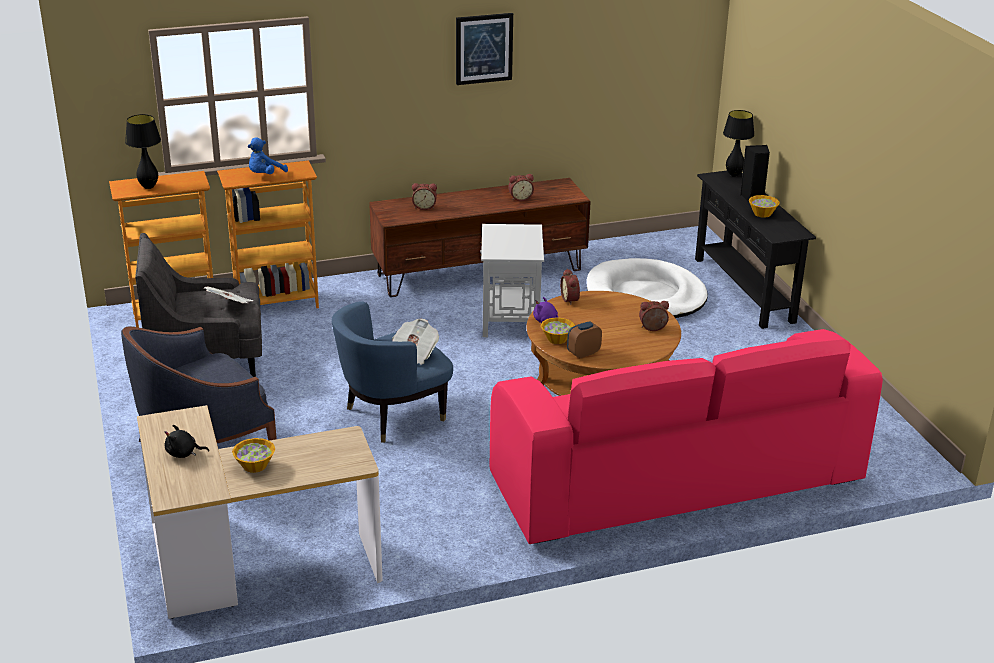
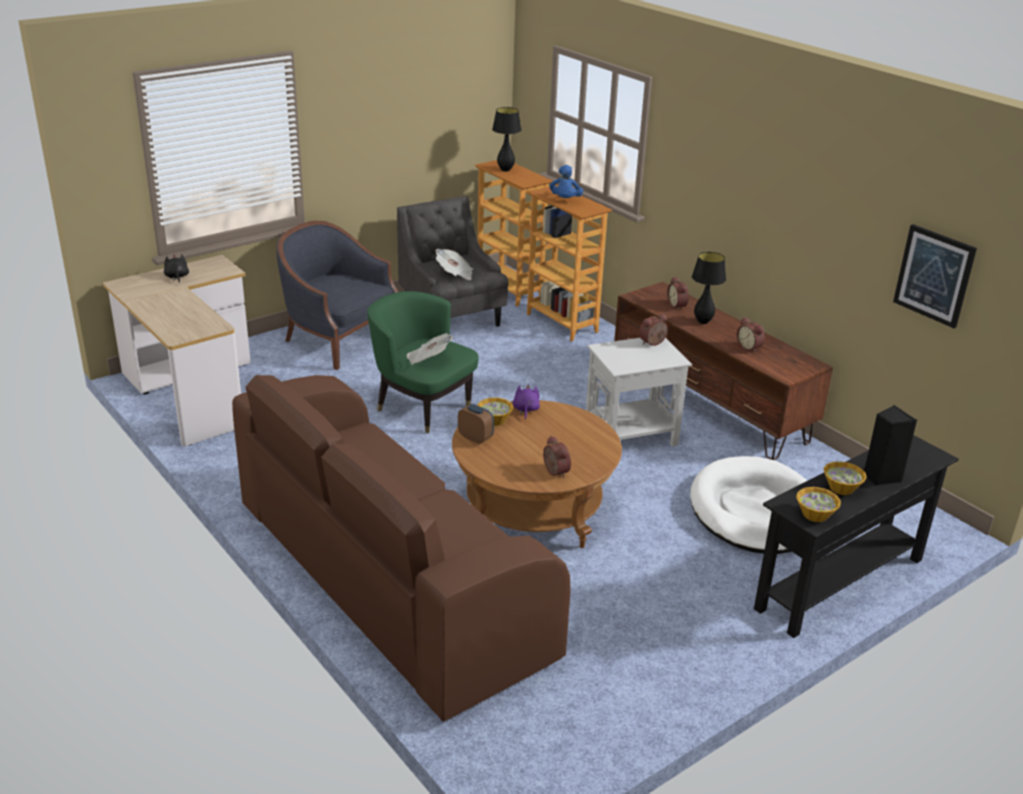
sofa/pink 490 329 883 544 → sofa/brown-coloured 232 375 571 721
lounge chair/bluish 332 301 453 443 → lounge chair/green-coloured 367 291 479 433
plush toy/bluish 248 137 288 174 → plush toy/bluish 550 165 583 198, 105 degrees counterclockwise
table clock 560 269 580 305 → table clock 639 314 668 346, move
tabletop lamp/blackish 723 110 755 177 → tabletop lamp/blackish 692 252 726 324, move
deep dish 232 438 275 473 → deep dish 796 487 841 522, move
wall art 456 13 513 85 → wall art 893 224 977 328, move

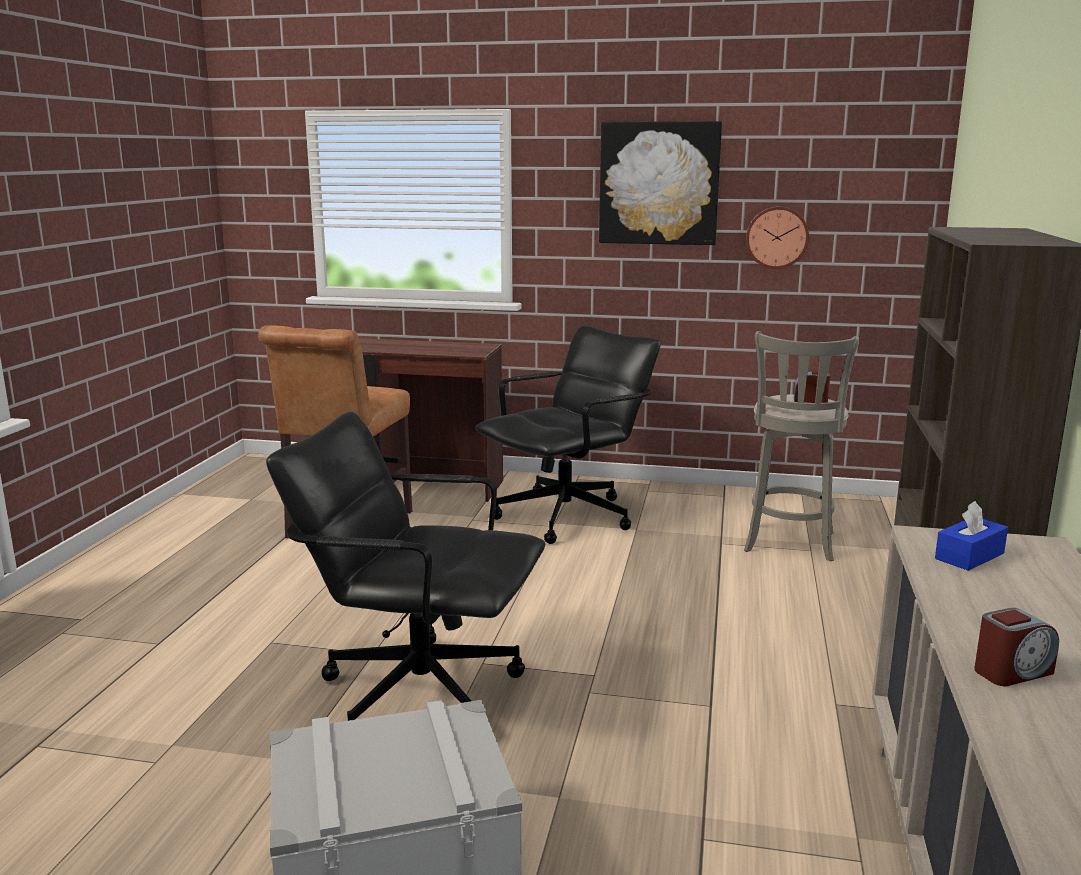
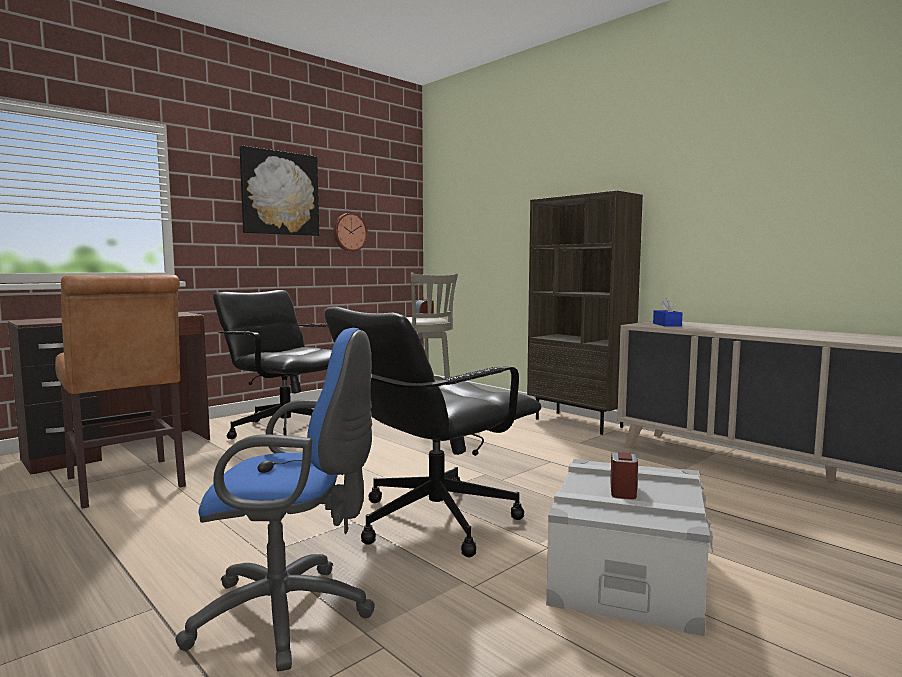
- → office chair/bluish 176 328 375 671
office chair/blackish 476 325 661 544 → office chair/blackish 213 290 332 439, 45 degrees counterclockwise
table clock 974 608 1059 686 → table clock 610 452 638 499, move

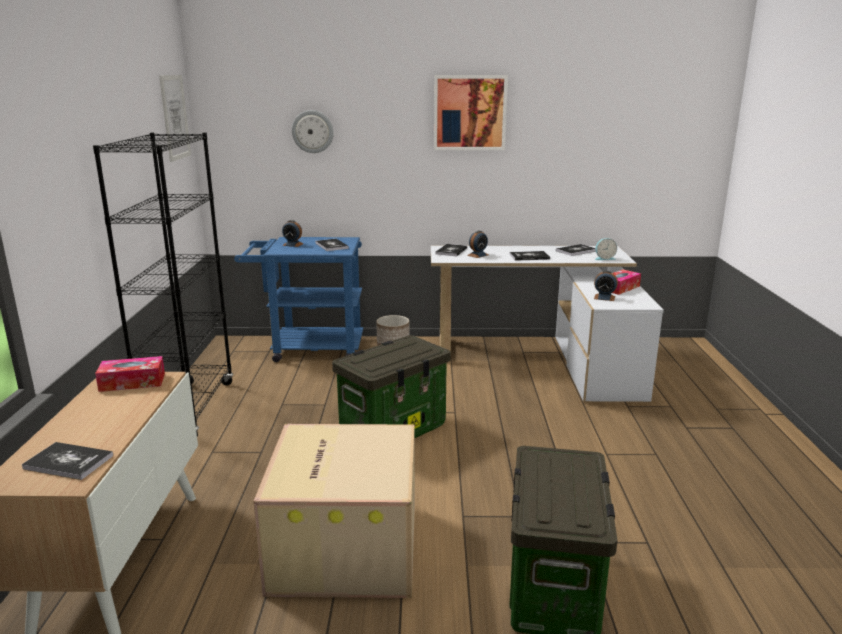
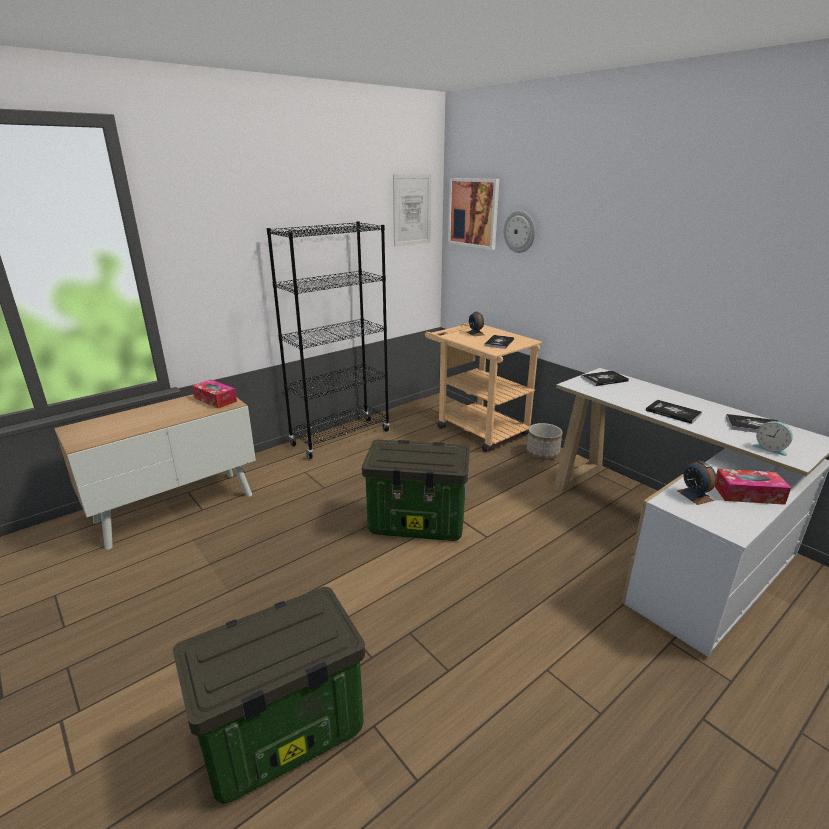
trolley/bluish 234 237 364 362 → trolley/sand-coloured 425 323 542 452
wall art 434 75 508 150 → wall art 448 178 499 250, move
bound book 21 442 113 480 → -
carton 253 424 415 598 → -
table clock 467 231 488 258 → -

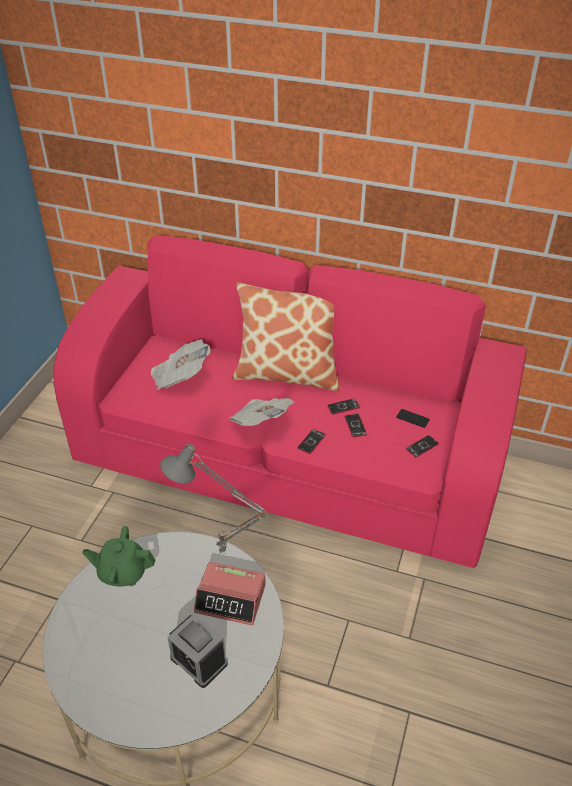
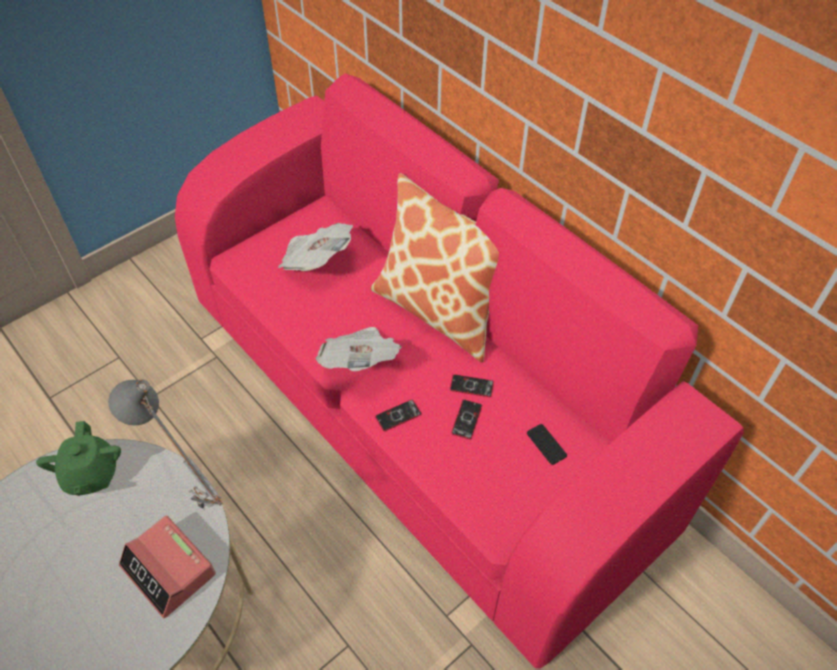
teapot/green-coloured 82 526 155 587 → teapot/green-coloured 36 421 121 496, 135 degrees counterclockwise
table clock 168 613 228 688 → -
telephone 406 435 439 457 → -

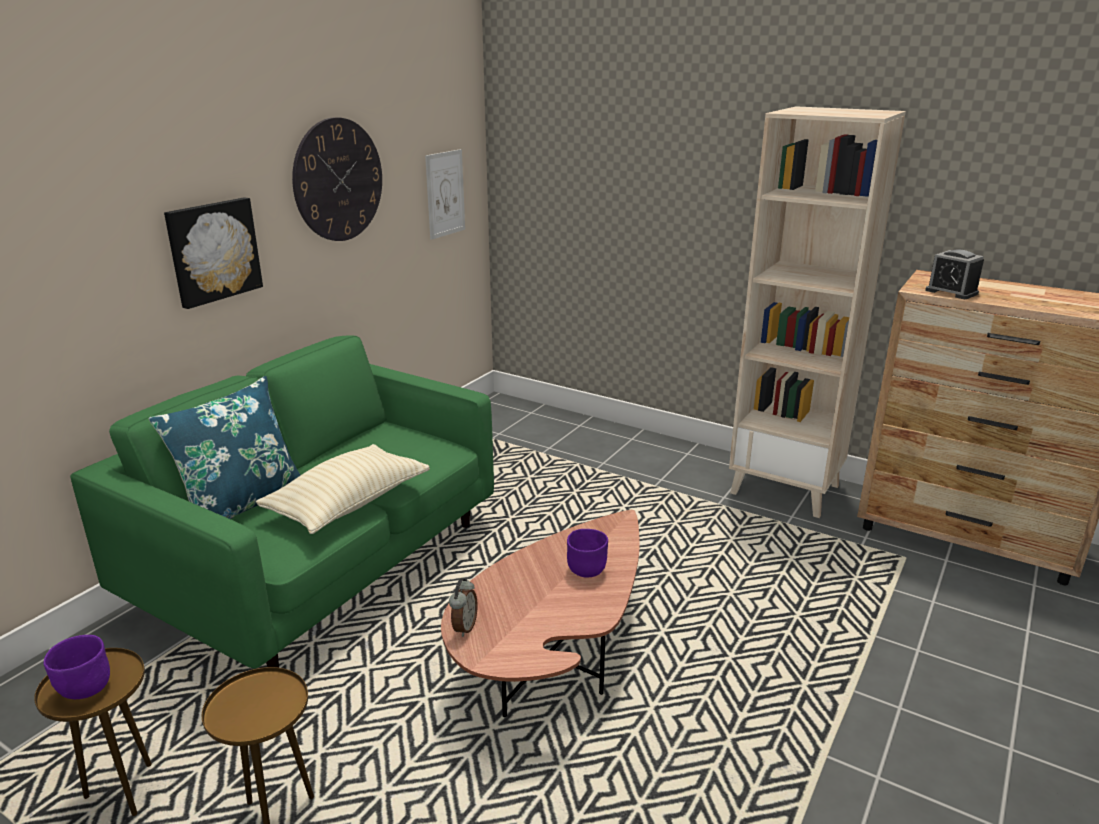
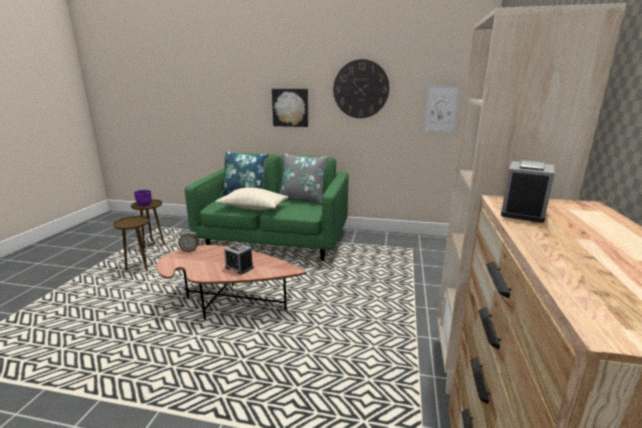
deep dish/purple-coloured 567 529 608 578 → table clock 224 243 254 274
- → pillow/gray 280 153 329 204

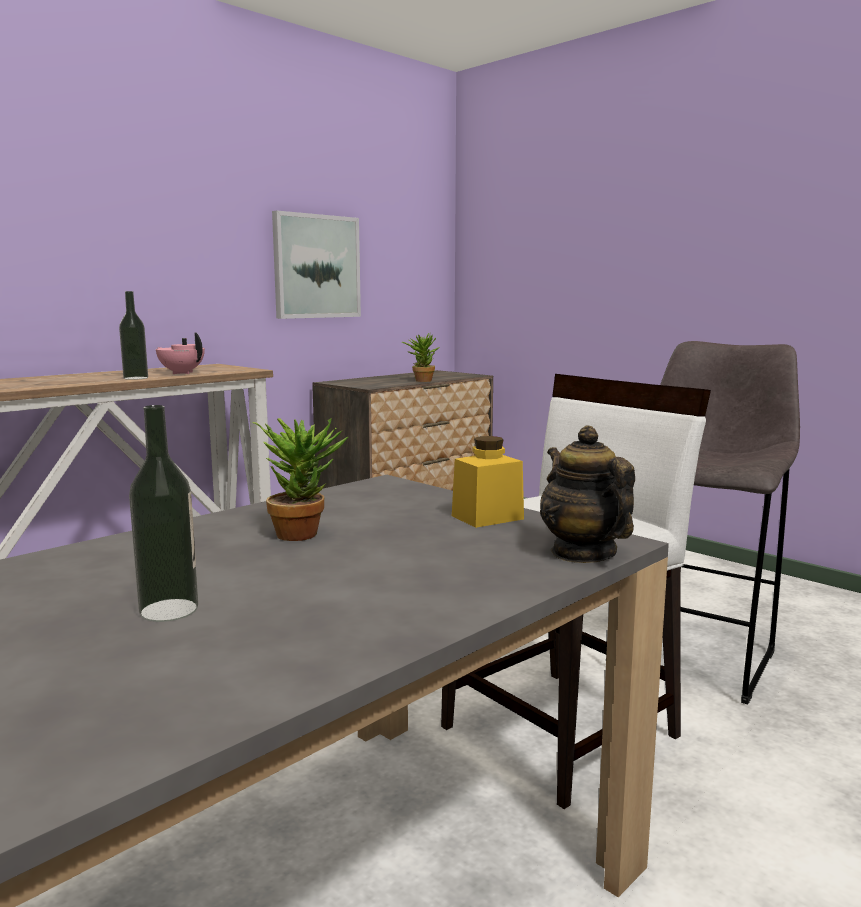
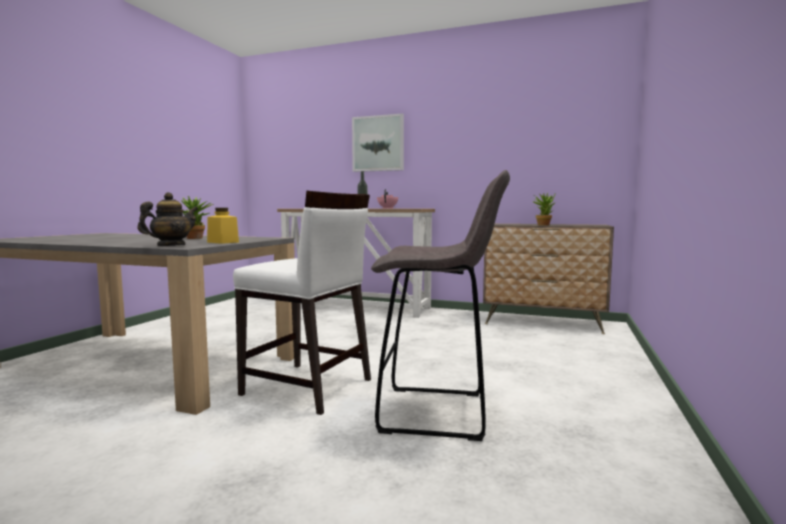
wall art 272 210 361 319 → wall art 352 114 404 172, move
bottle 129 405 198 622 → -

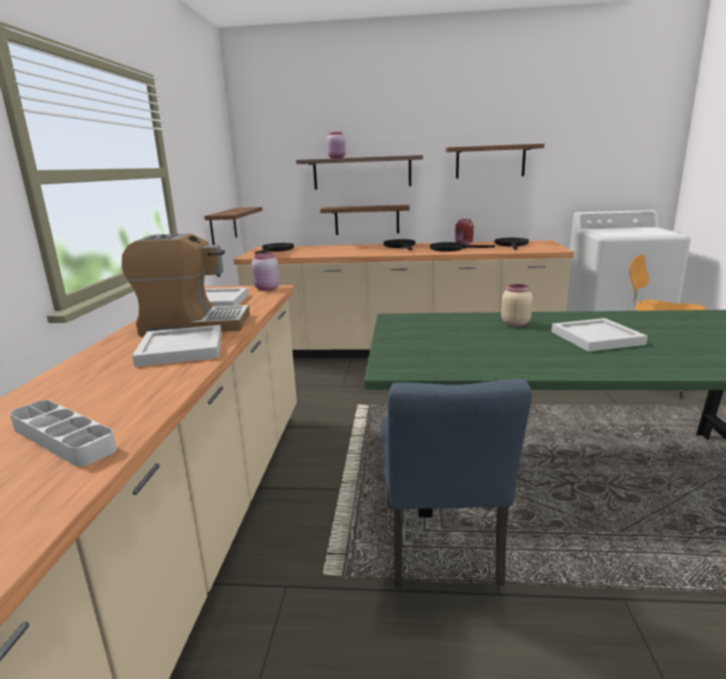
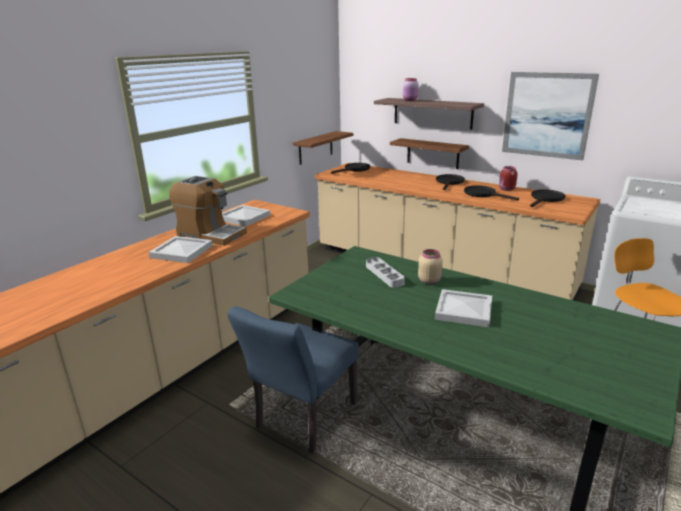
tray/gray 10 400 117 467 → tray/gray 366 257 405 288, move
shelf 445 144 544 179 → wall art 502 72 599 160
preserve jar/pink 252 252 280 291 → -

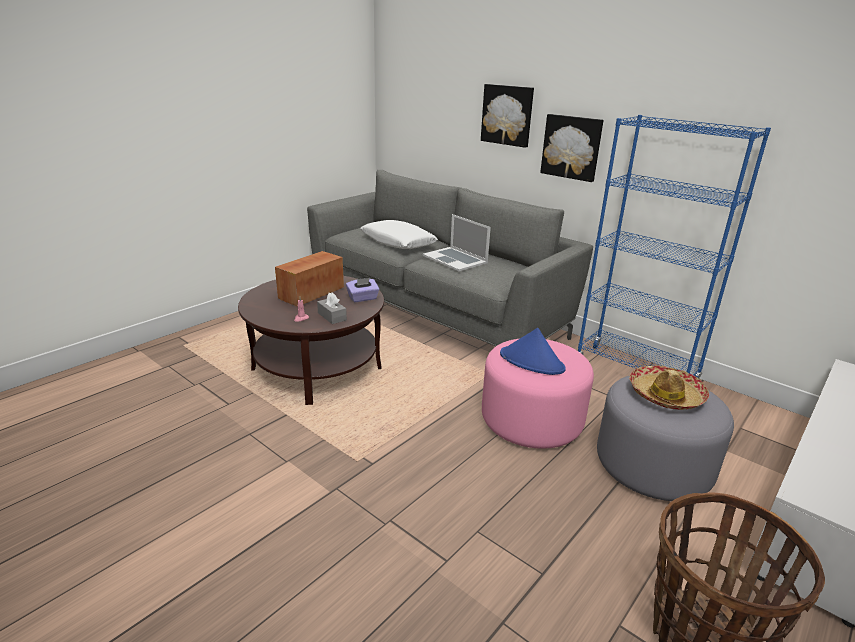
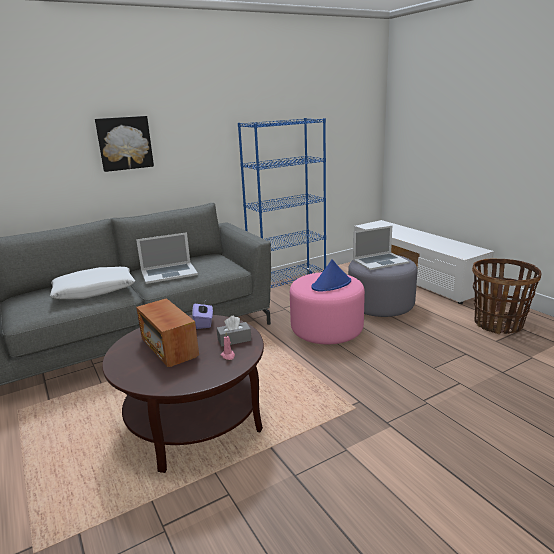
clothing hat 629 366 709 410 → portable computer 353 226 409 270
wall art 540 114 604 182 → -

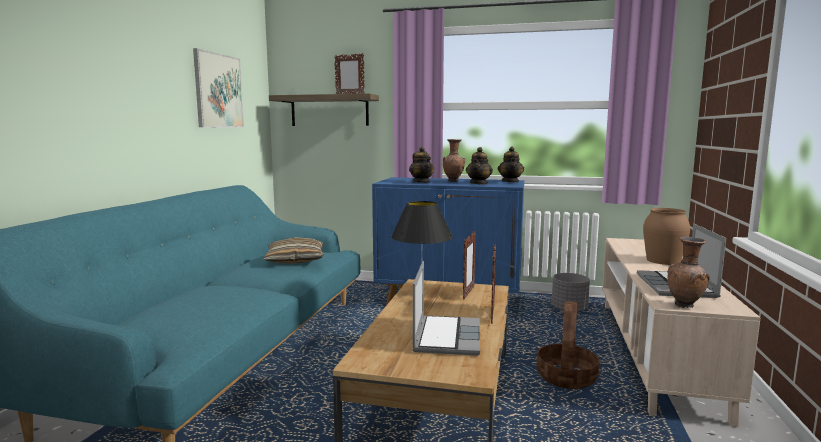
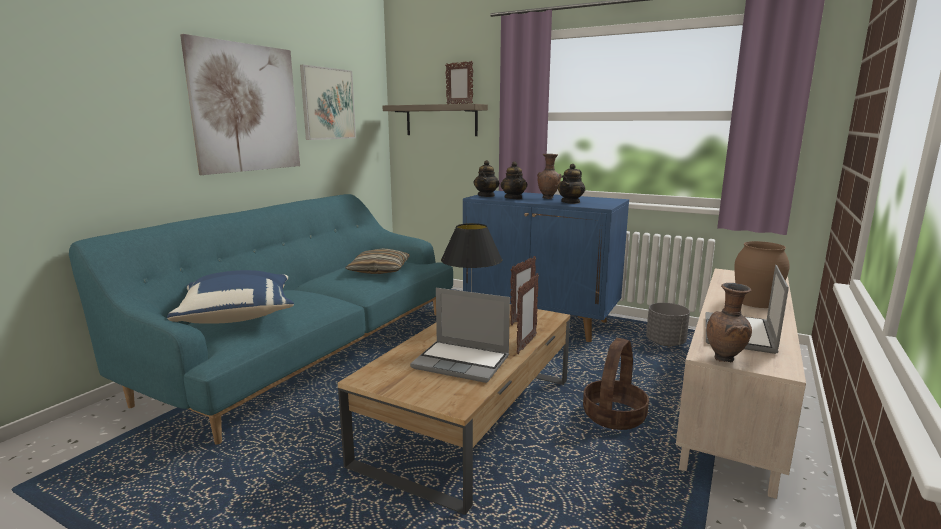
- → pillow/bluish 167 270 294 324
- → wall art 180 34 300 175
portable computer 412 261 480 356 → portable computer 410 288 510 383, 90 degrees clockwise
teapot 498 147 524 183 → teapot 473 160 499 197, move

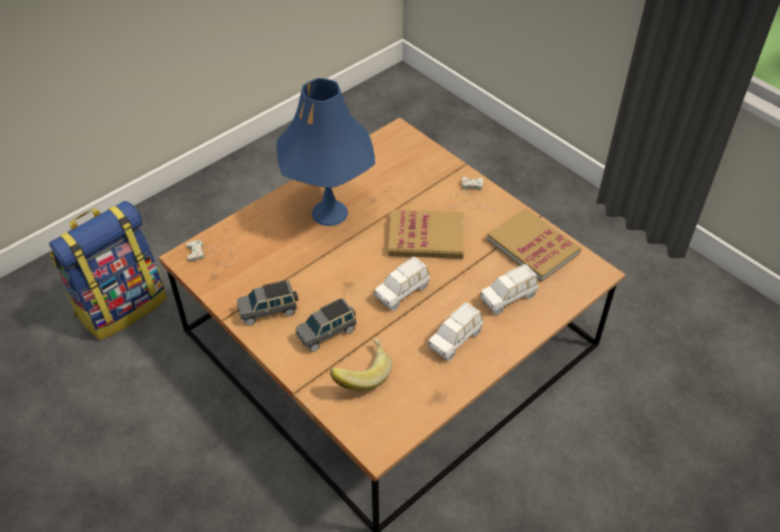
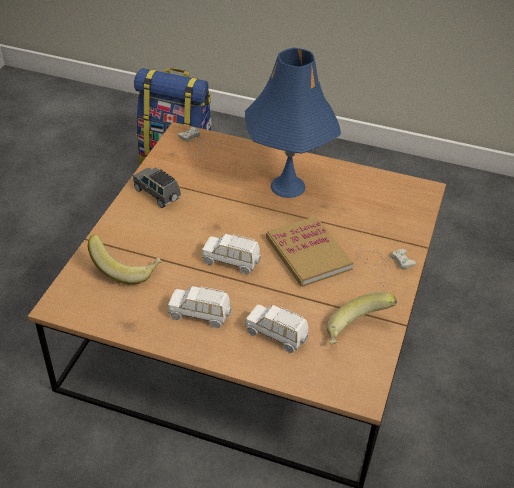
bound book 487 208 581 282 → banana 327 292 397 344
model car/gray 296 298 357 352 → -

